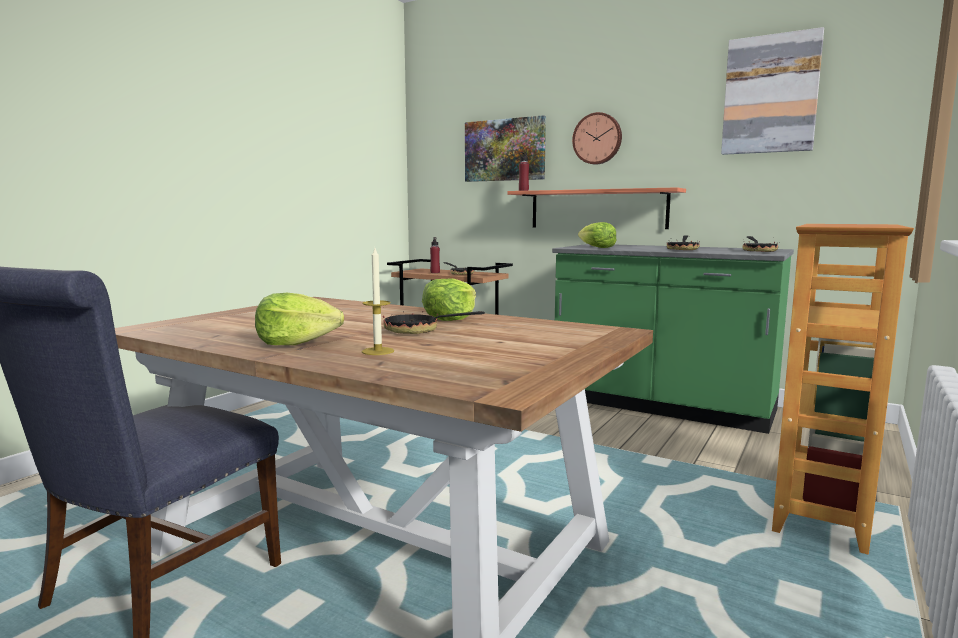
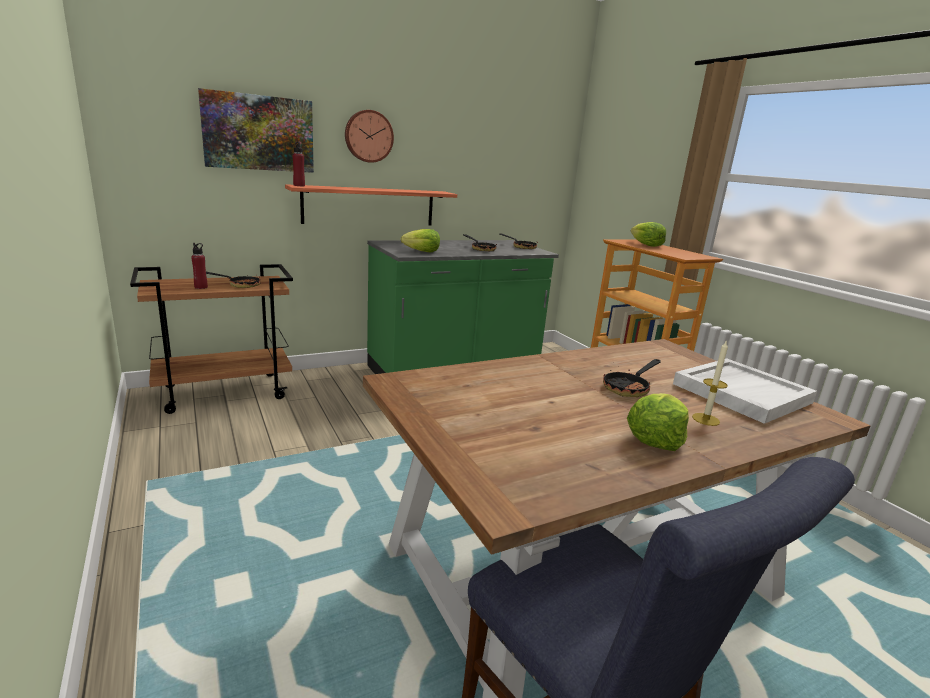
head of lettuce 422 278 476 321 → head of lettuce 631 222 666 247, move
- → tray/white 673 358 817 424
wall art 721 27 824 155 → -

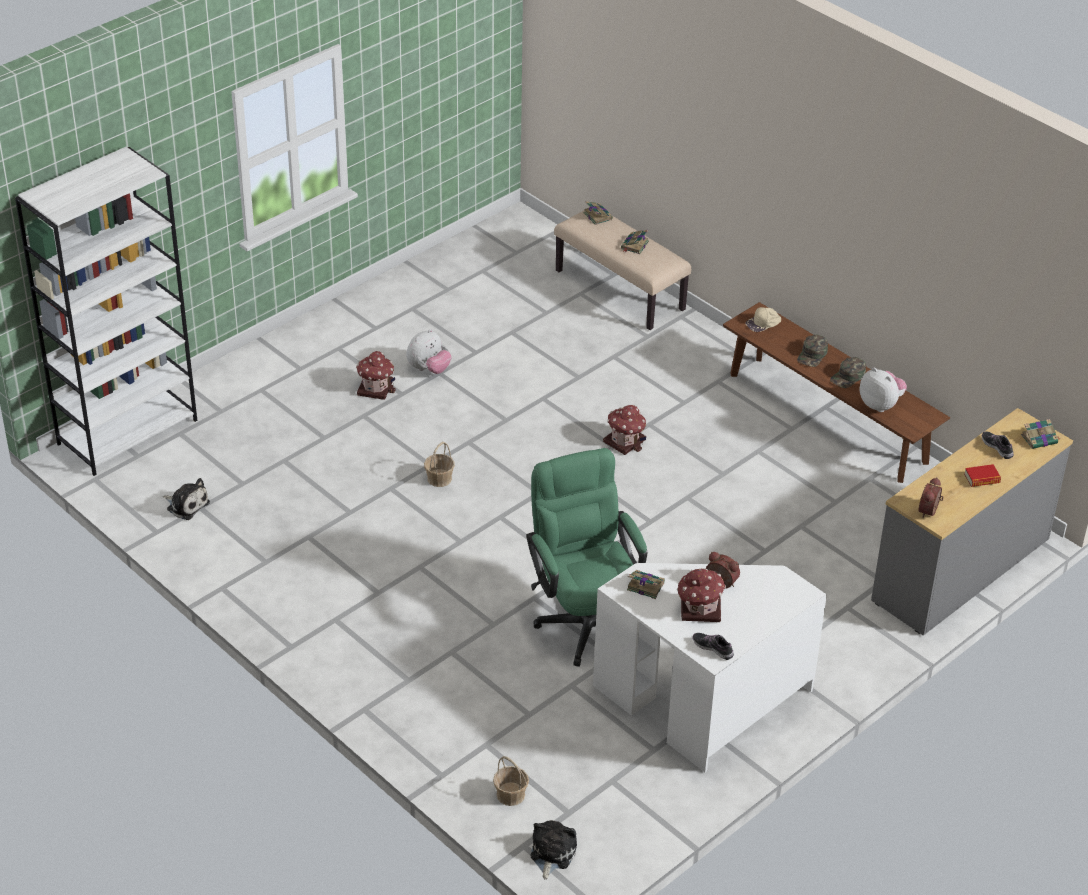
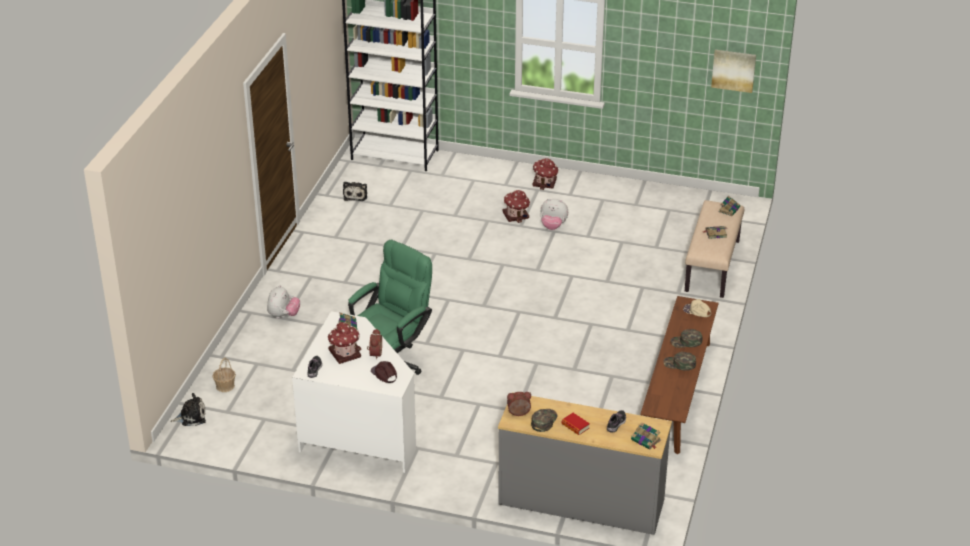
plush toy 860 367 907 412 → plush toy 267 285 300 319, move
- → baseball cap/brown-coloured 371 361 397 383
- → baseball cap/green-coloured 531 409 557 432
miniature house 603 405 646 455 → miniature house 533 158 559 190, move
- → wall art 711 50 756 93
household basket 424 442 455 487 → -

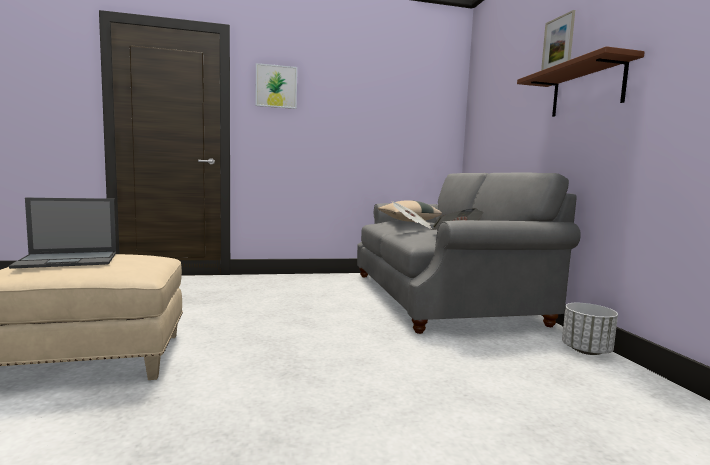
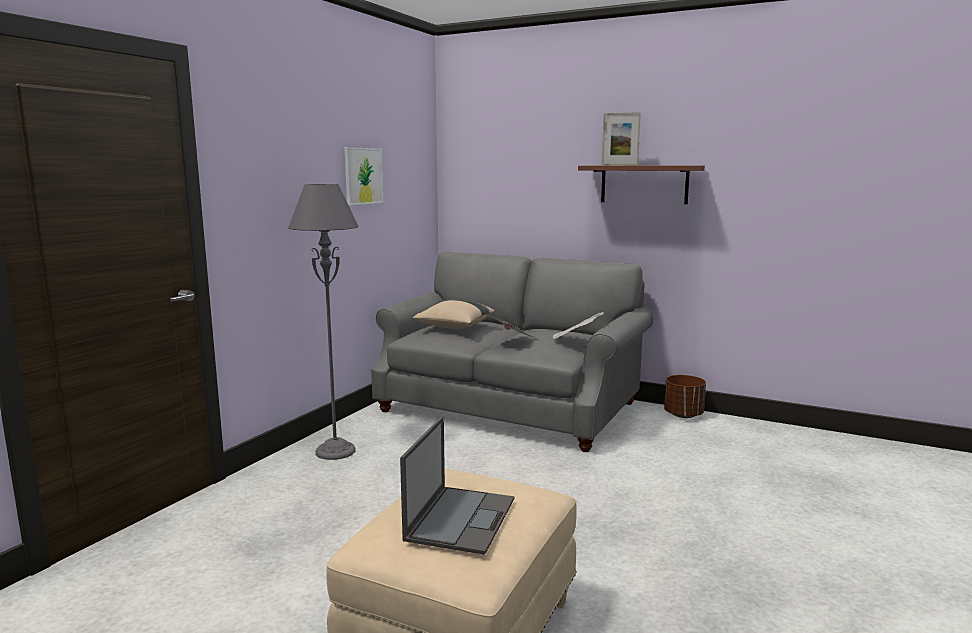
- → standing lamp/gray 288 184 359 460
wall art 256 63 297 109 → wall art 344 147 383 206, move
flower pot/white 562 303 618 355 → flower pot/brown-coloured 664 375 706 418

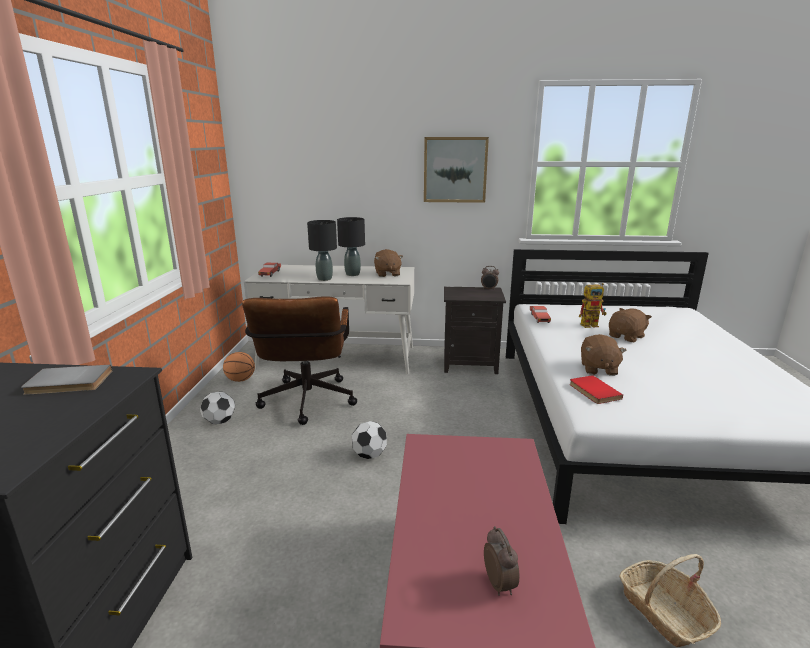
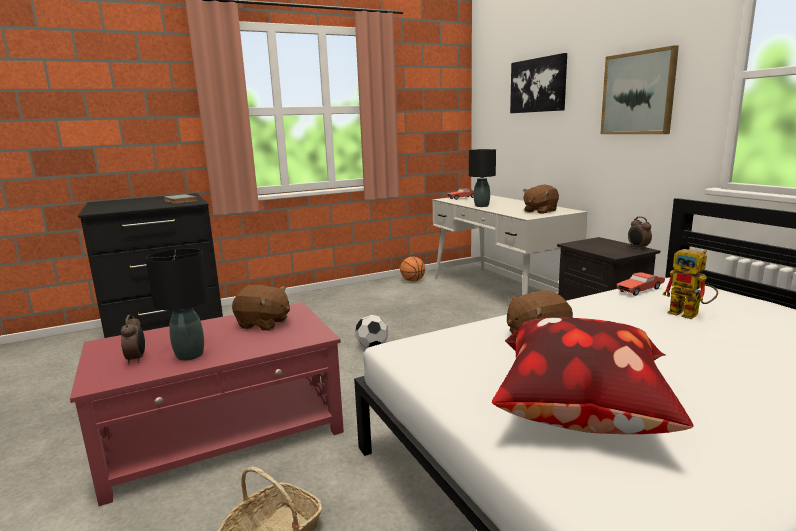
table clock 484 526 520 596 → table clock 121 314 145 363, 60 degrees counterclockwise
tabletop lamp/blackish 337 217 365 276 → tabletop lamp/blackish 146 249 209 361, move
plush toy/brown-coloured 609 308 652 342 → plush toy/brown-coloured 232 285 290 331, move
- → pillow 492 317 694 434
- → wall art 510 53 567 113
football ball 200 392 235 424 → -
office chair/brown-coloured 242 296 357 425 → -
bound book/red 570 375 623 404 → -

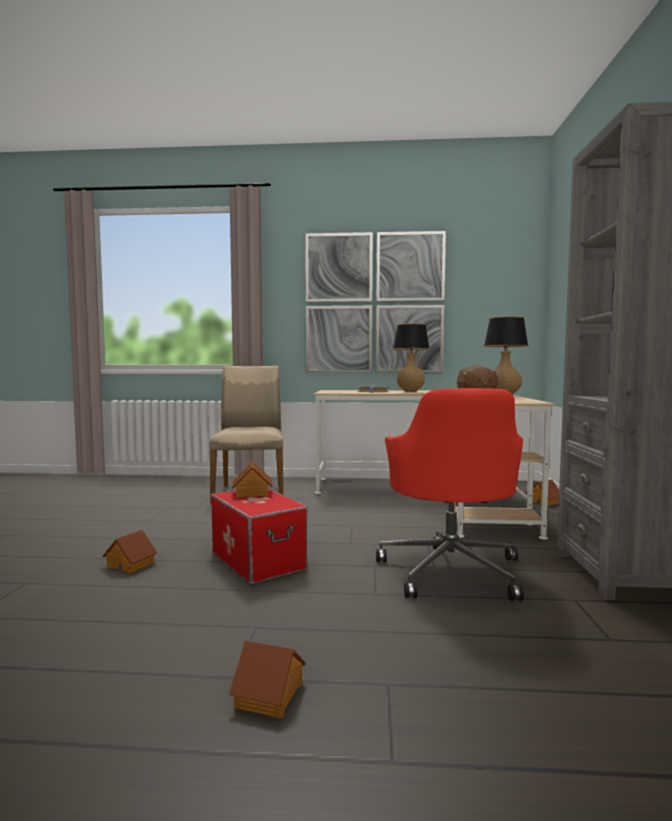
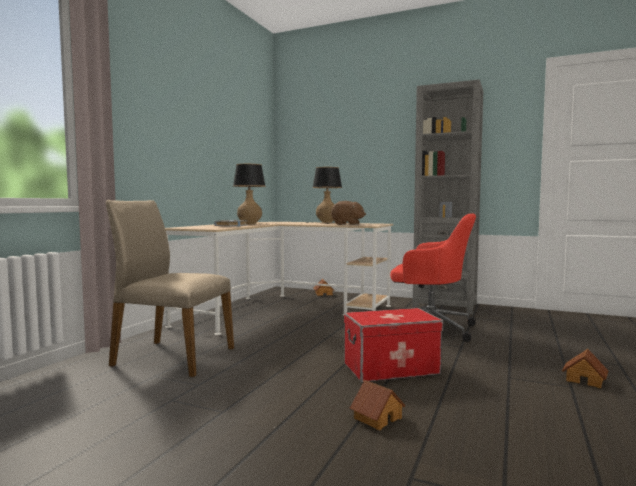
miniature house 232 461 273 498 → -
wall art 305 231 446 373 → -

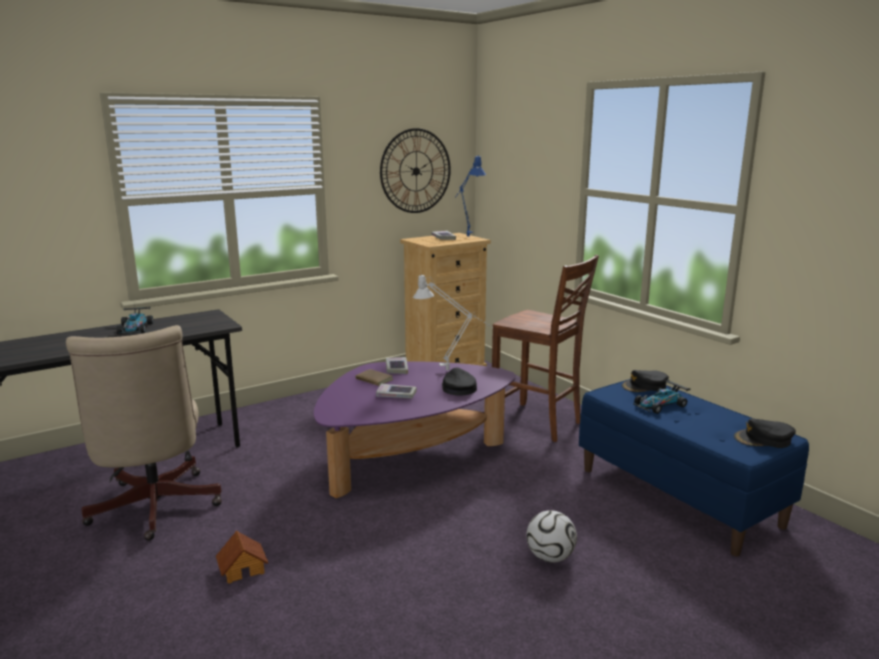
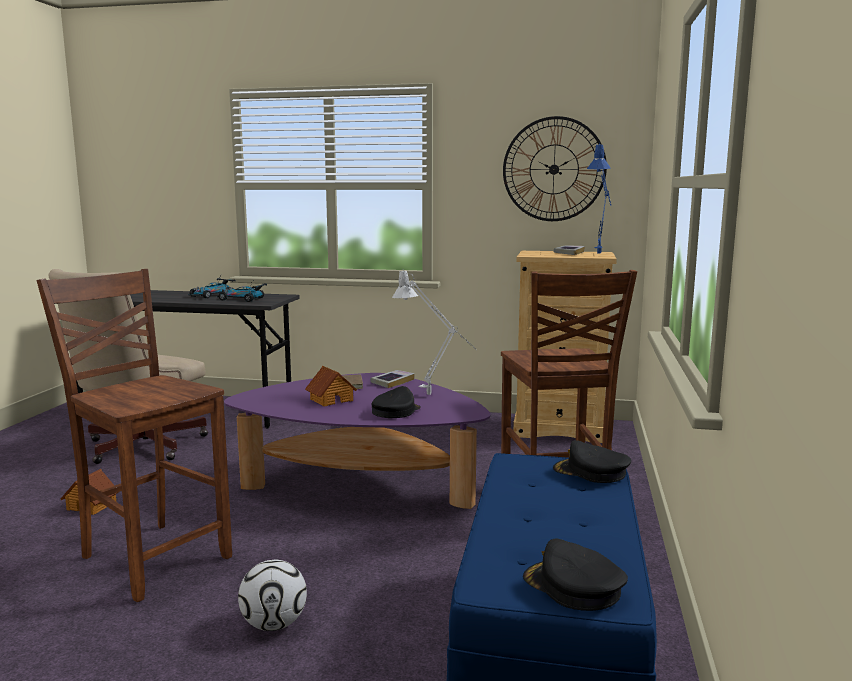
- → chair/brown-coloured 37 269 232 602
model car 633 380 691 414 → model car 216 281 267 302, move
bound book 376 384 416 398 → miniature house 305 366 357 407

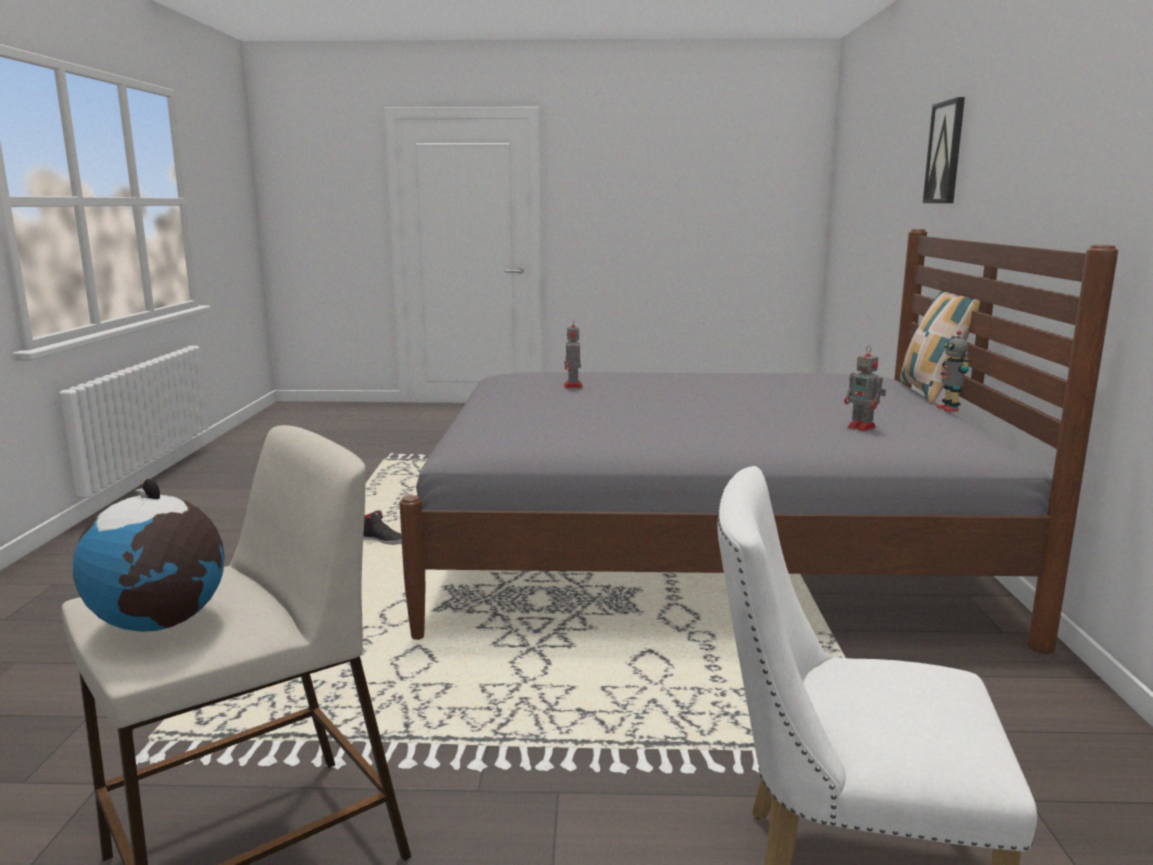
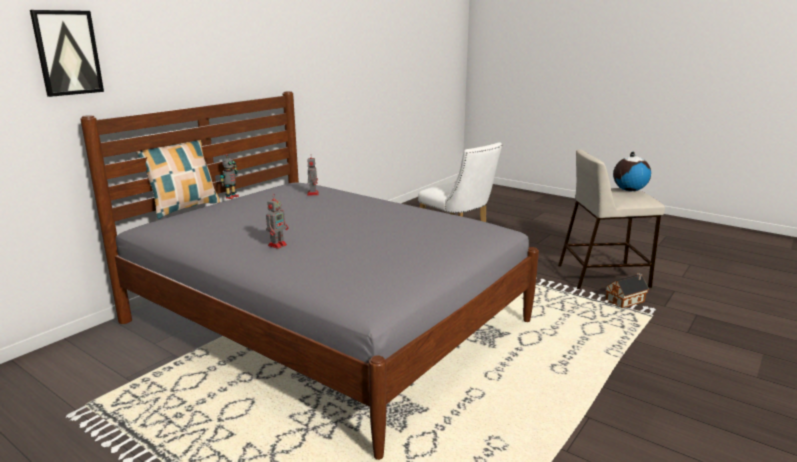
toy robot 564 320 583 388 → toy robot 266 196 289 249, move
- → miniature house 606 273 649 308
item of footwear/blackish 363 510 402 545 → -

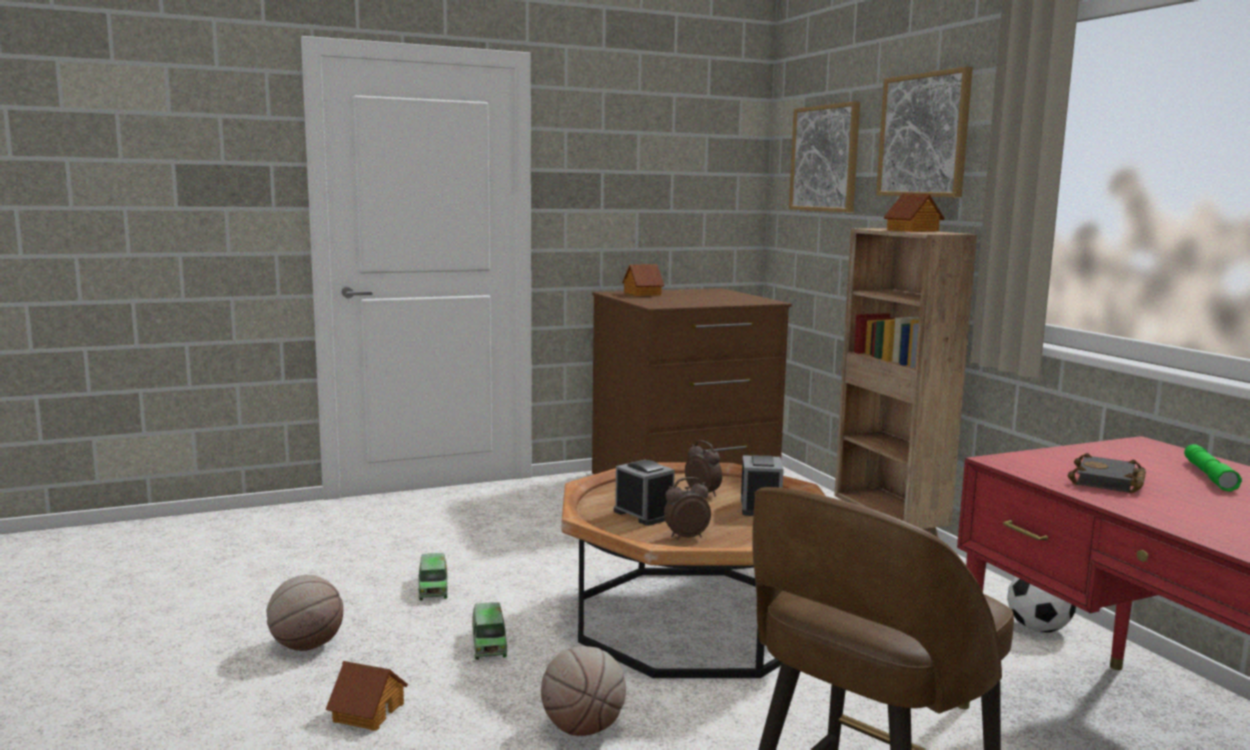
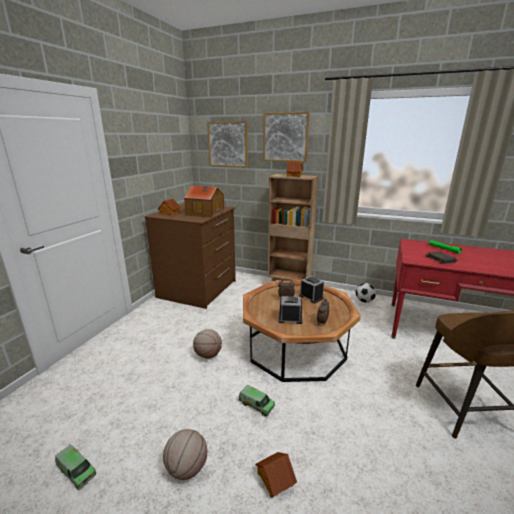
toy truck 418 553 448 600 → toy truck 55 444 97 490, move
- → miniature house 184 186 224 218
basketball 541 646 626 736 → basketball 193 329 222 359, move

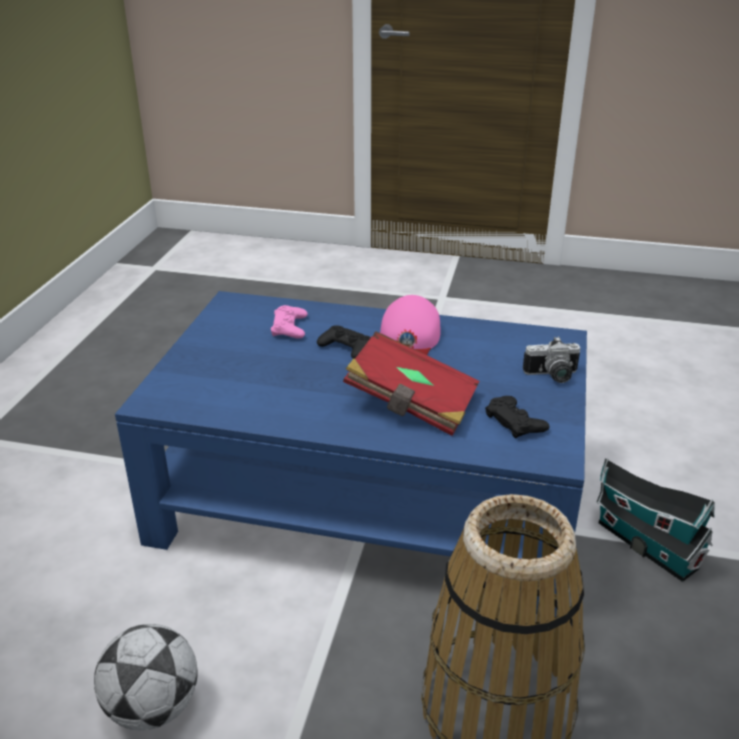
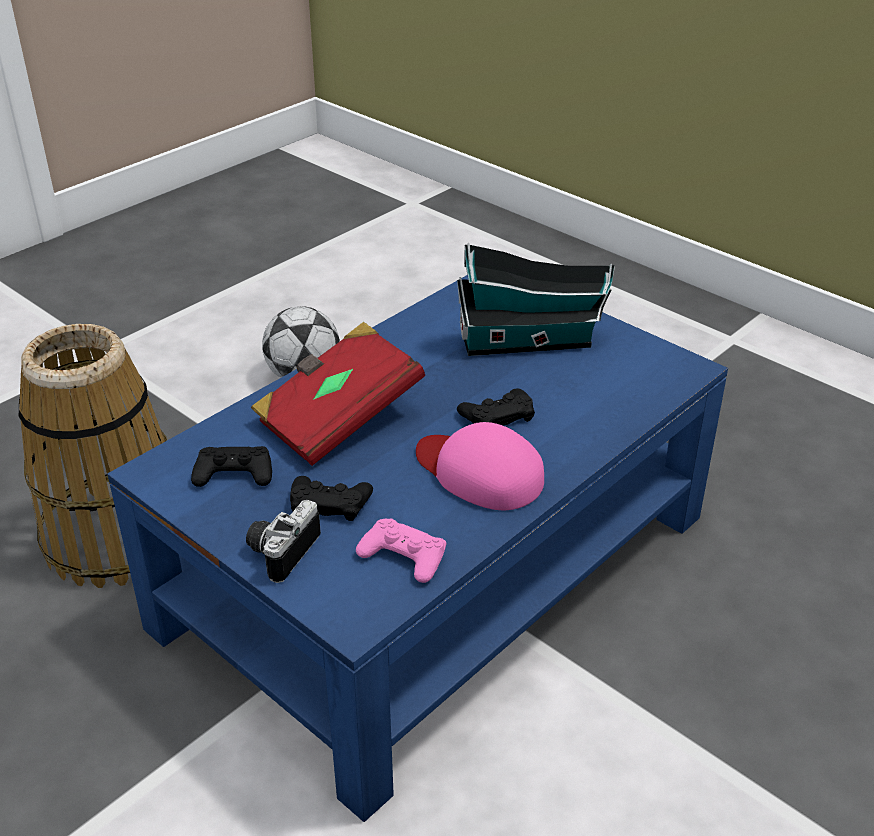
- → gamepad/blackish 290 476 373 521
gamepad/pink 271 305 308 339 → gamepad/pink 356 518 447 583, move
miniature house 596 458 715 582 → miniature house 457 243 615 356, move

